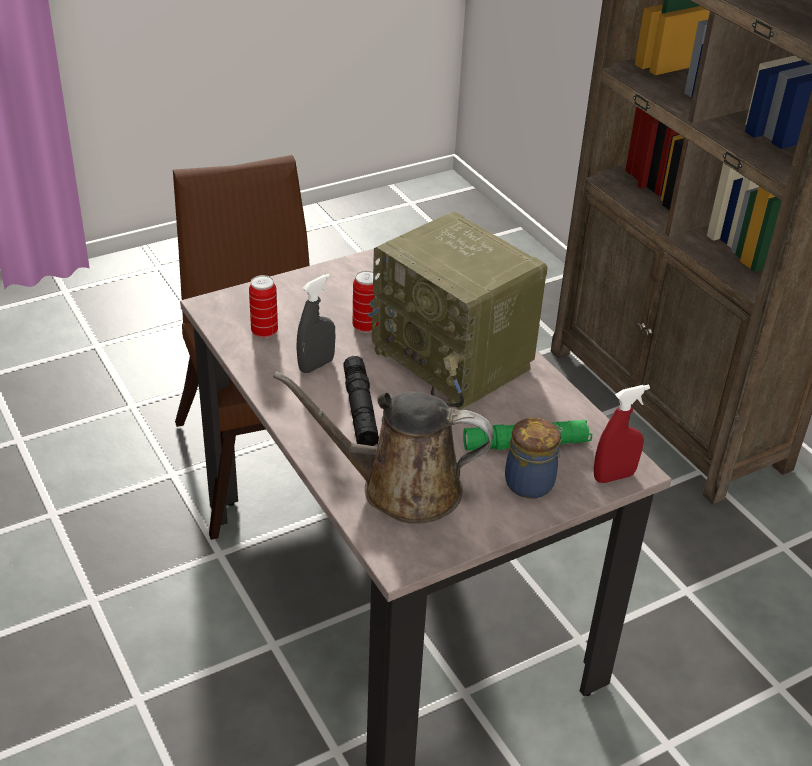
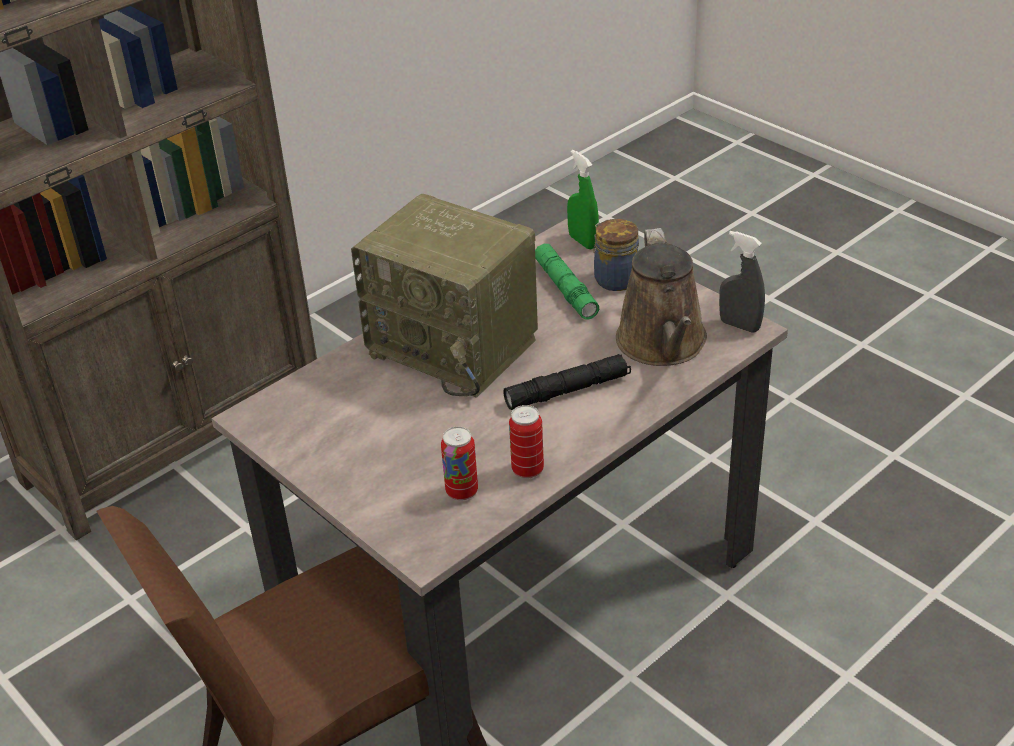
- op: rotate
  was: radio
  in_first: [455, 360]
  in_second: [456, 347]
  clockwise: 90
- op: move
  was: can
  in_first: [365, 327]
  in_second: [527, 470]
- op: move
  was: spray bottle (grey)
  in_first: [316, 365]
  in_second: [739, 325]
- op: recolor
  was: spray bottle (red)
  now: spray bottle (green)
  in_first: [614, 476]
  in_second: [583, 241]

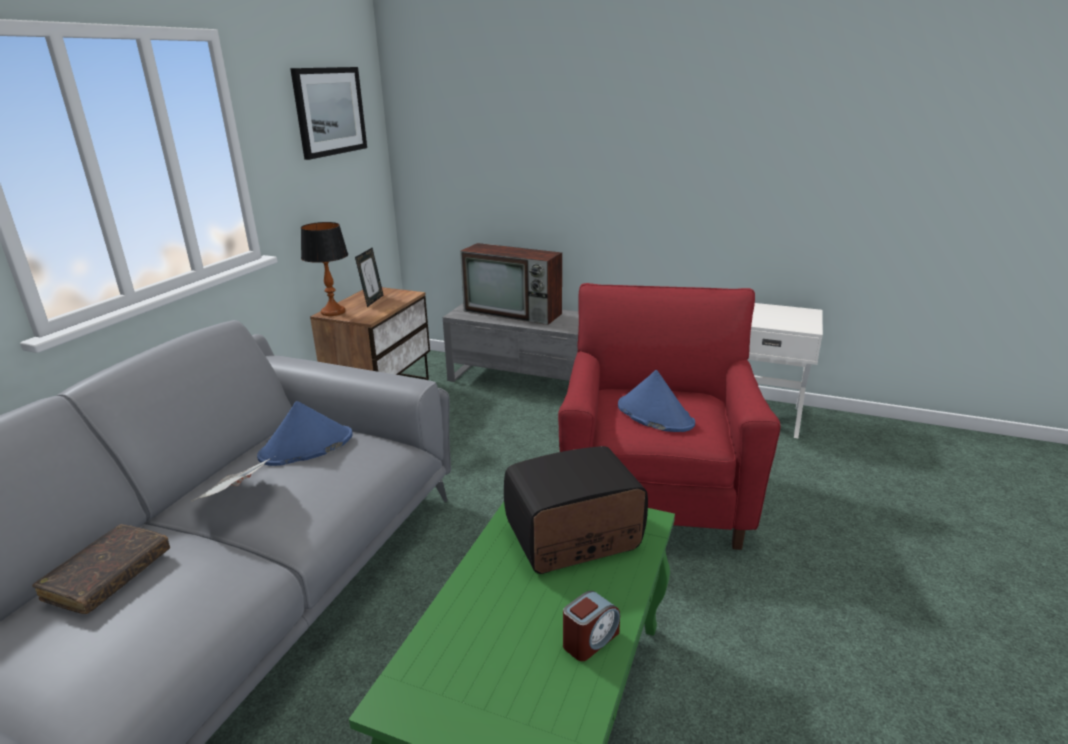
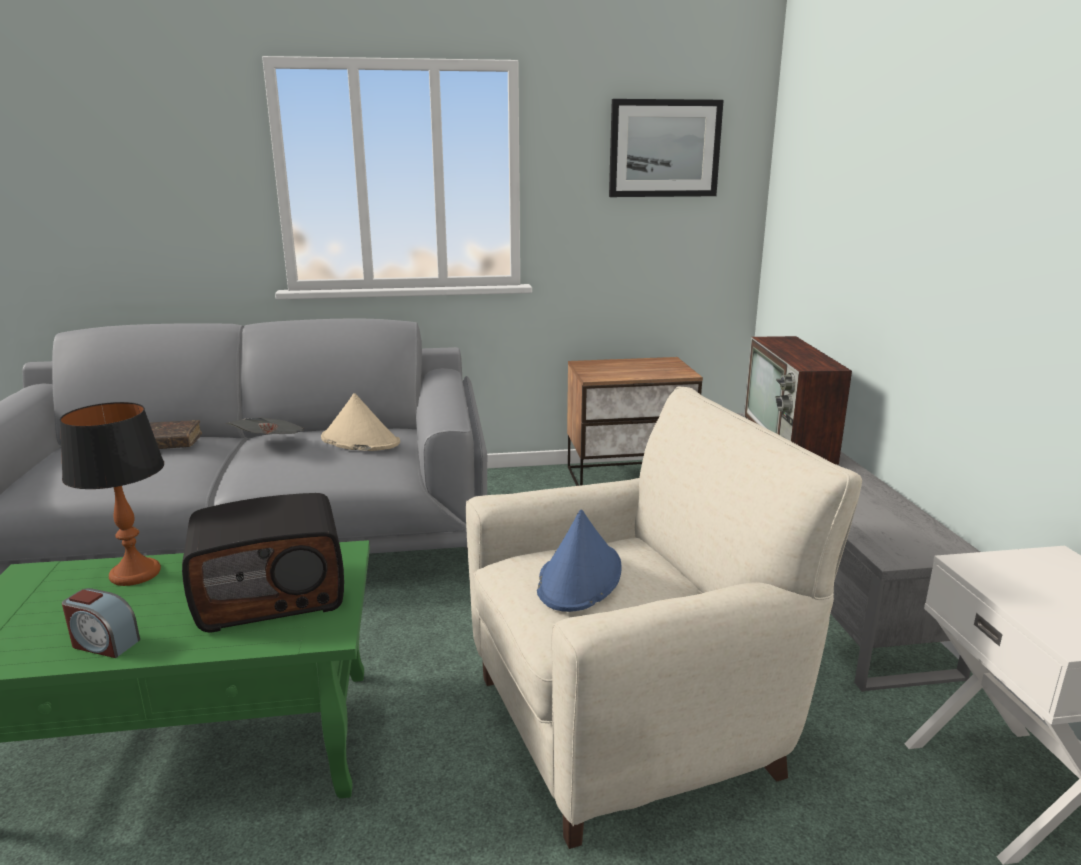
- op: move
  was: table lamp
  in_first: [333, 312]
  in_second: [136, 573]
- op: delete
  was: picture frame
  in_first: [372, 300]
- op: recolor
  was: armchair (red)
  now: armchair (beige)
  in_first: [655, 494]
  in_second: [630, 723]
- op: recolor
  was: hat (blue)
  now: hat (beige)
  in_first: [306, 447]
  in_second: [359, 441]
- op: rotate
  was: radio
  in_first: [573, 538]
  in_second: [272, 595]
  clockwise: 120

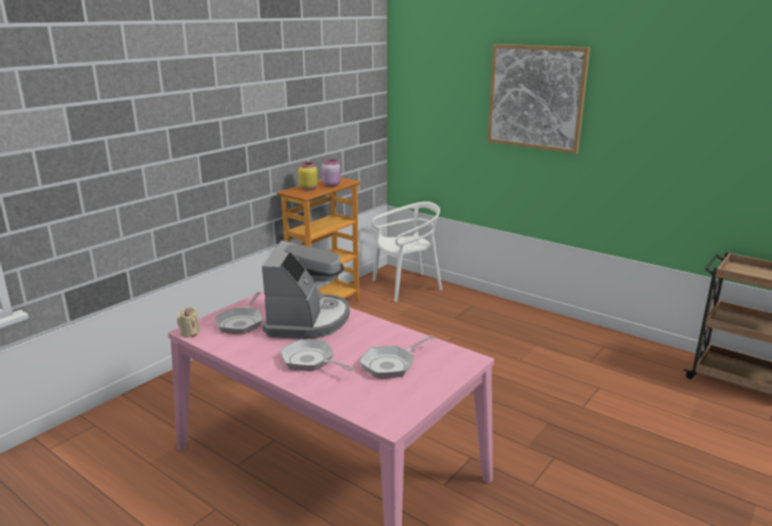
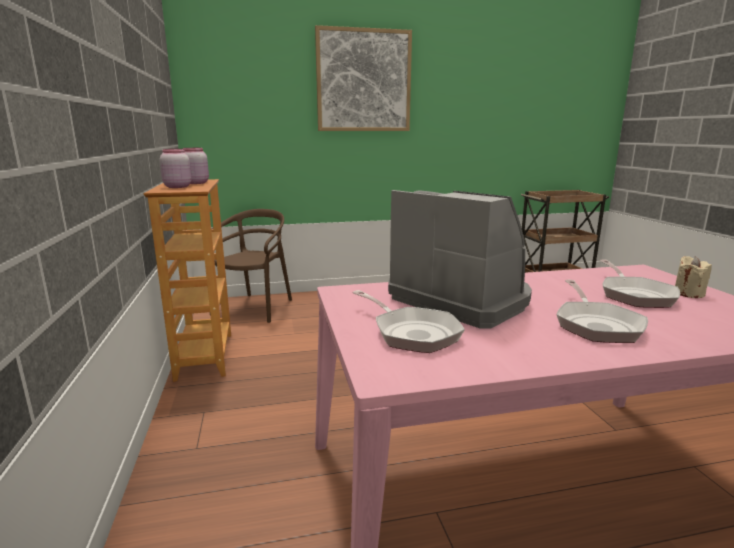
- op: recolor
  was: jar (yellow)
  now: jar (pink)
  in_first: [308, 188]
  in_second: [177, 187]
- op: recolor
  was: chair (white)
  now: chair (brown)
  in_first: [406, 286]
  in_second: [254, 308]
- op: move
  was: candle (beige)
  in_first: [190, 333]
  in_second: [689, 293]
- op: rotate
  was: frying pan
  in_first: [311, 361]
  in_second: [596, 325]
  clockwise: -75

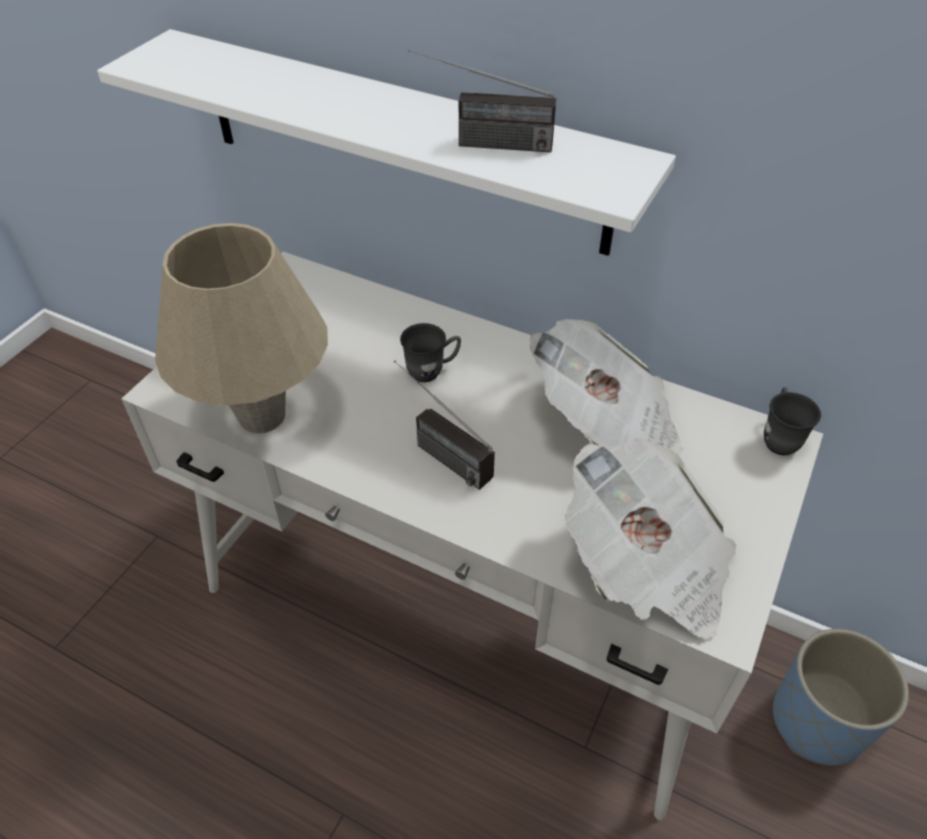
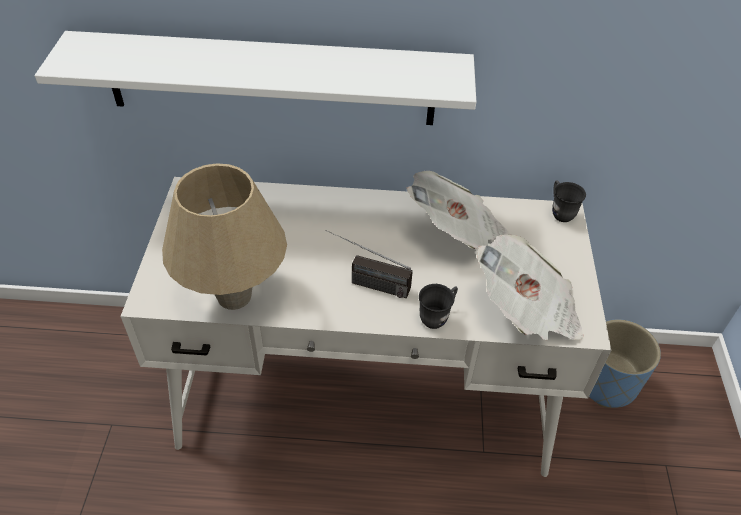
- op: delete
  was: radio
  in_first: [480, 143]
- op: move
  was: mug (grey)
  in_first: [432, 371]
  in_second: [437, 317]

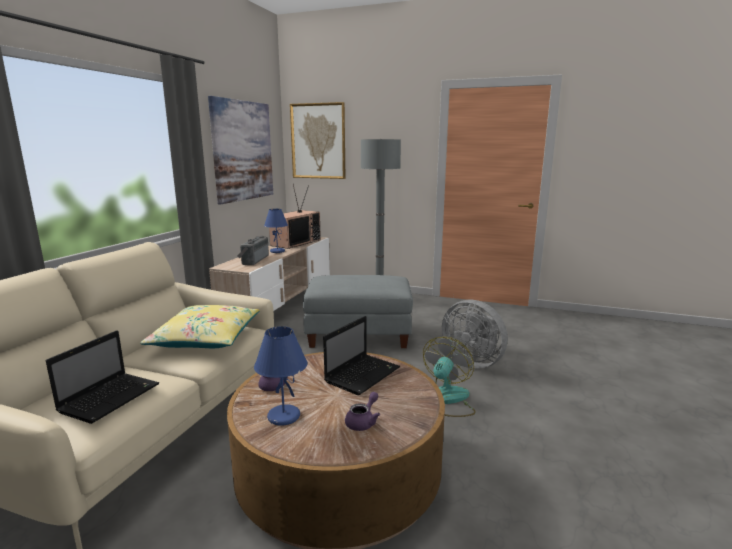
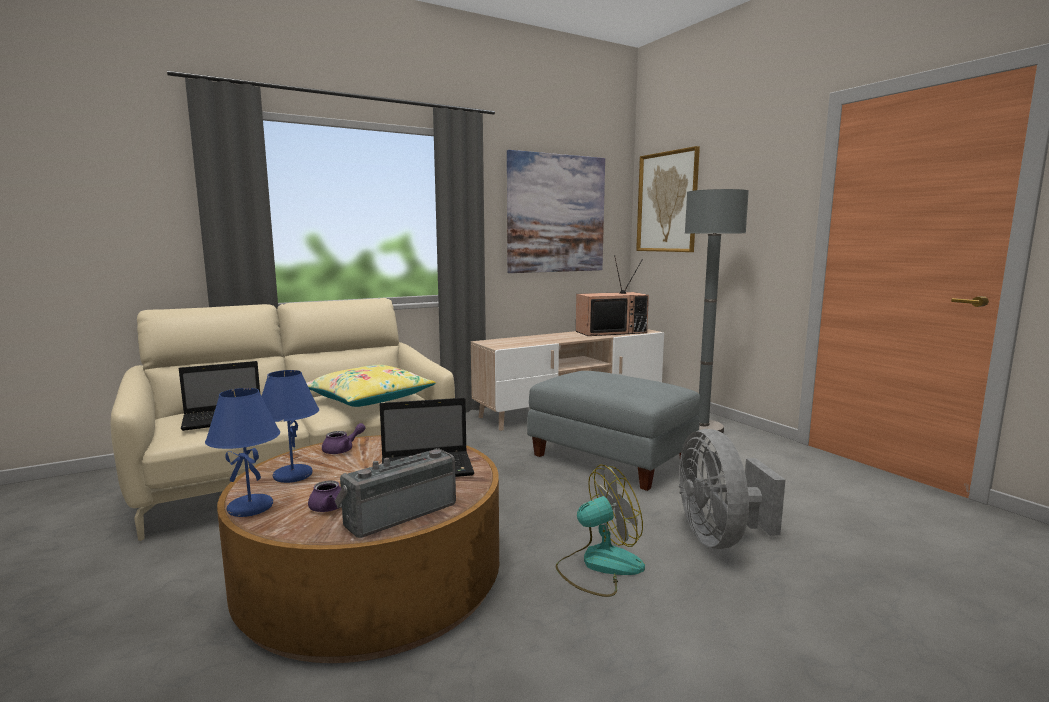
- op: move
  was: table lamp (blue)
  in_first: [277, 251]
  in_second: [251, 507]
- op: move
  was: radio
  in_first: [253, 260]
  in_second: [398, 513]

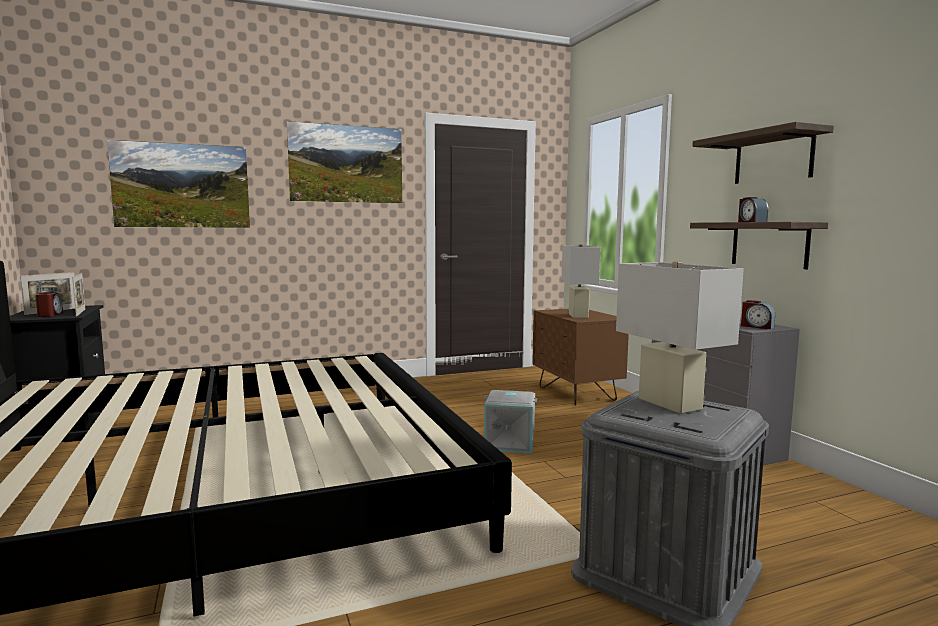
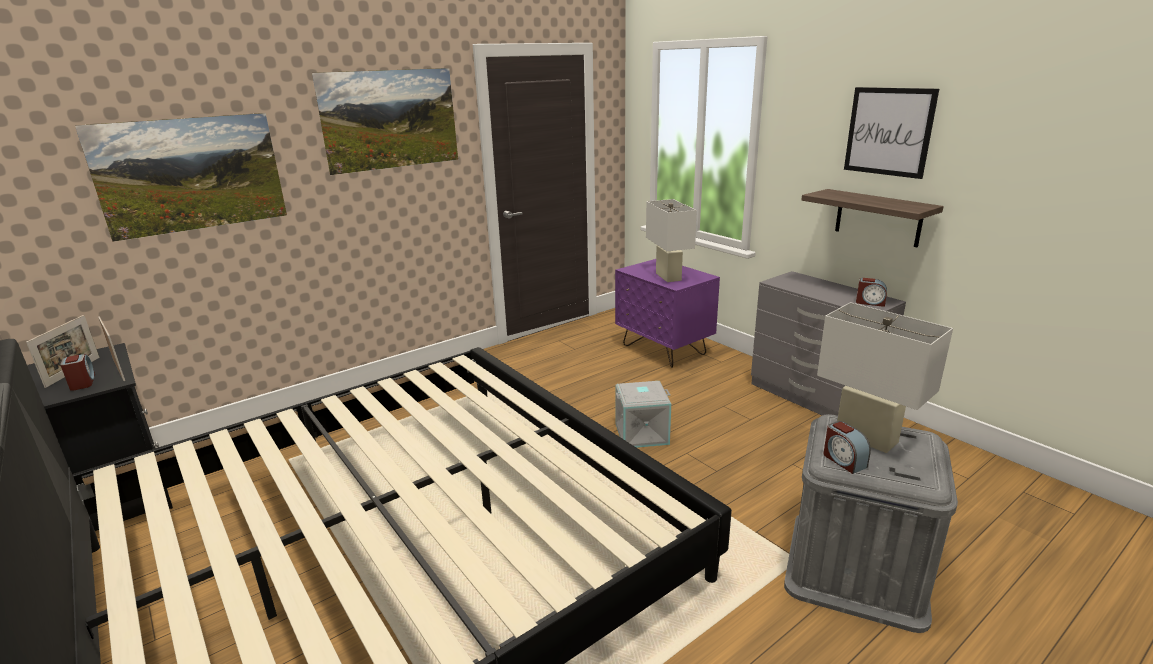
- op: replace
  was: shelf
  now: picture
  in_first: [773, 158]
  in_second: [888, 131]
- op: move
  was: alarm clock
  in_first: [751, 222]
  in_second: [843, 460]
- op: recolor
  was: nightstand (brown)
  now: nightstand (purple)
  in_first: [577, 394]
  in_second: [664, 350]

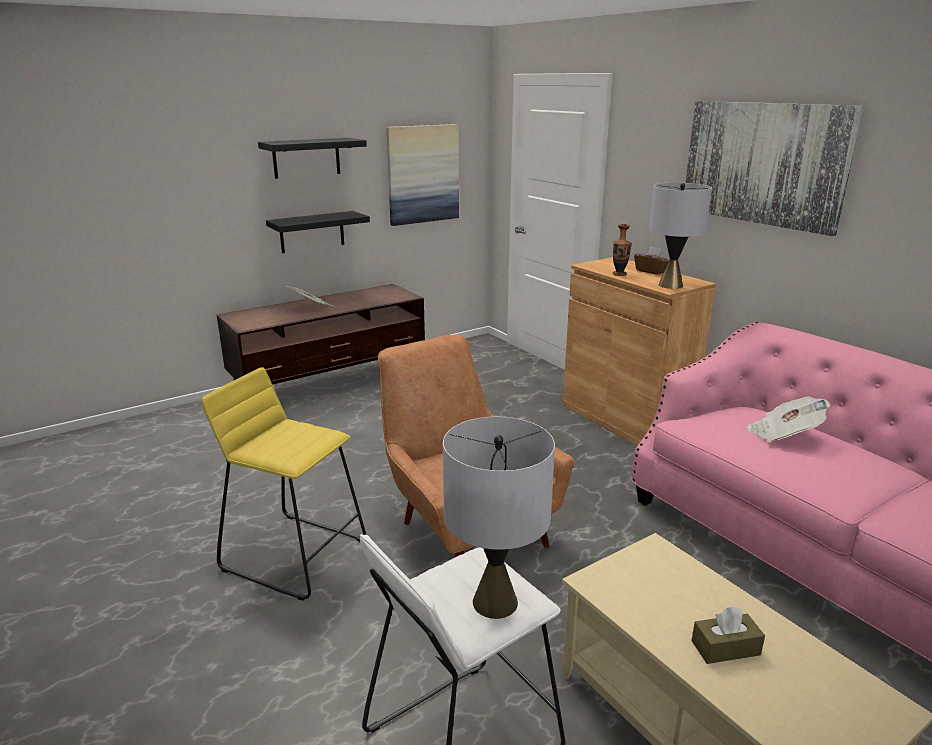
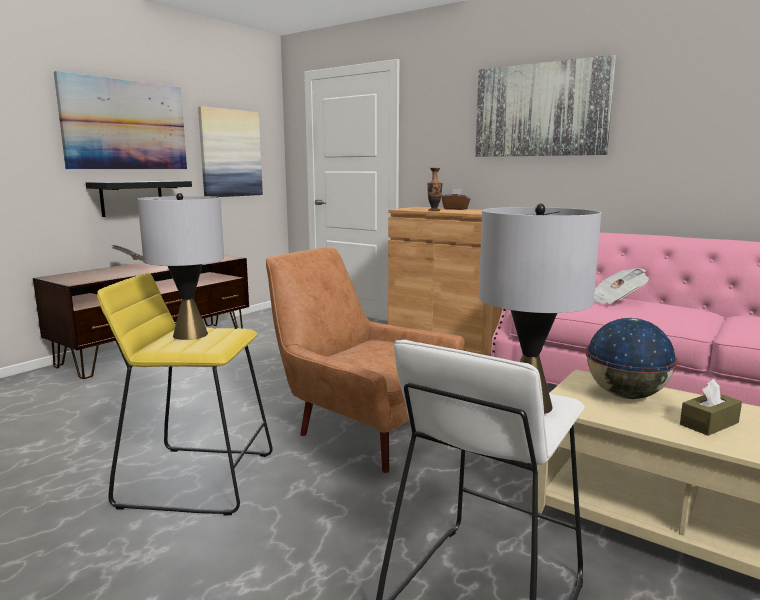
- op: replace
  was: shelf (black)
  now: picture
  in_first: [306, 158]
  in_second: [125, 125]
- op: move
  was: table lamp (grey)
  in_first: [670, 285]
  in_second: [190, 335]
- op: insert
  now: globe
  in_second: [626, 396]

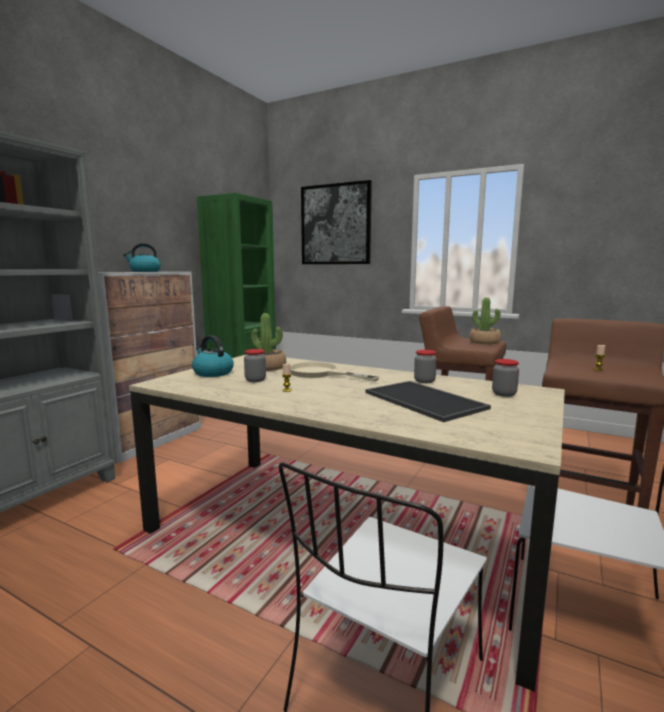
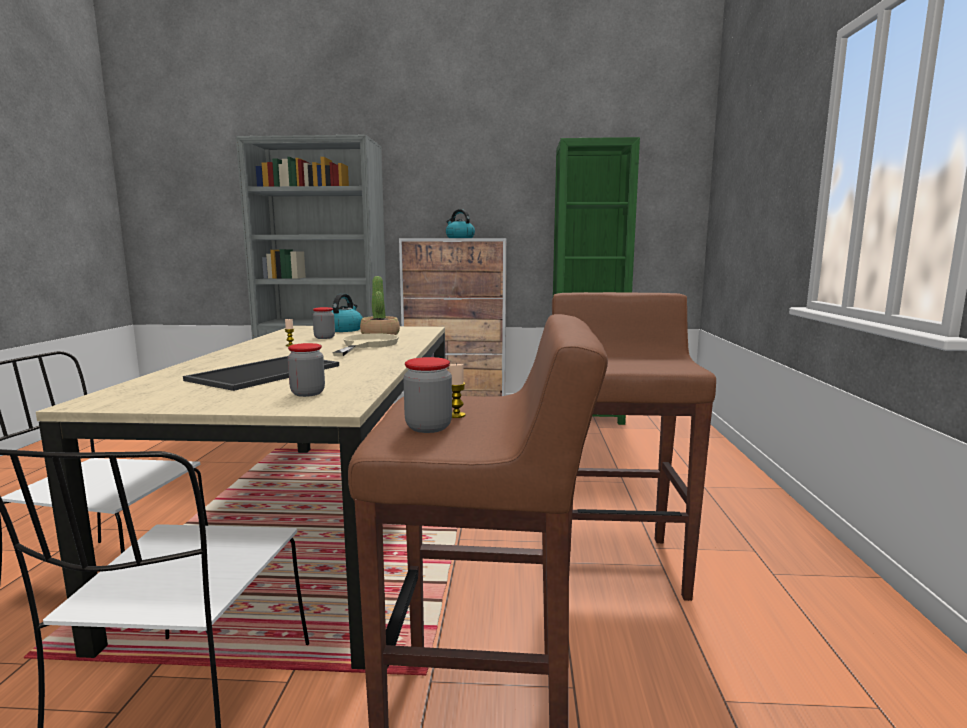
- op: delete
  was: picture
  in_first: [335, 224]
- op: delete
  was: potted plant
  in_first: [484, 342]
- op: move
  was: jar
  in_first: [424, 381]
  in_second: [428, 427]

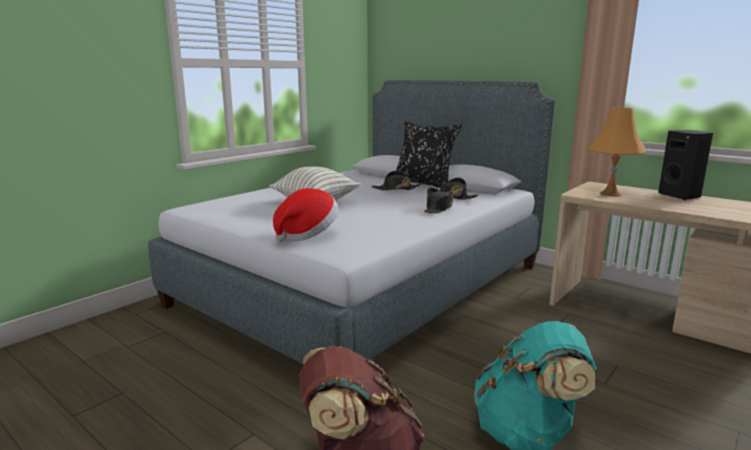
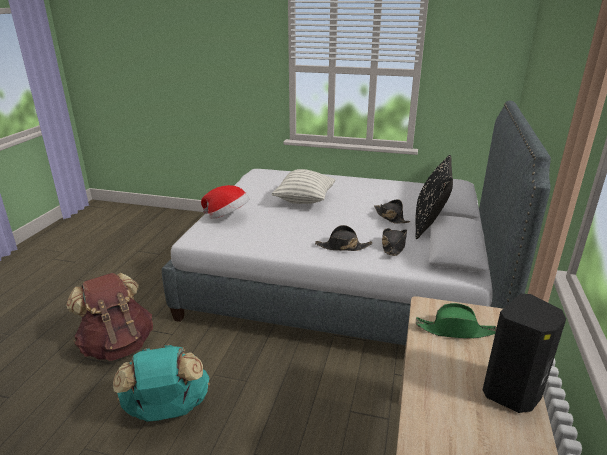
- op: replace
  was: table lamp (orange)
  now: hat (green)
  in_first: [610, 194]
  in_second: [455, 330]

